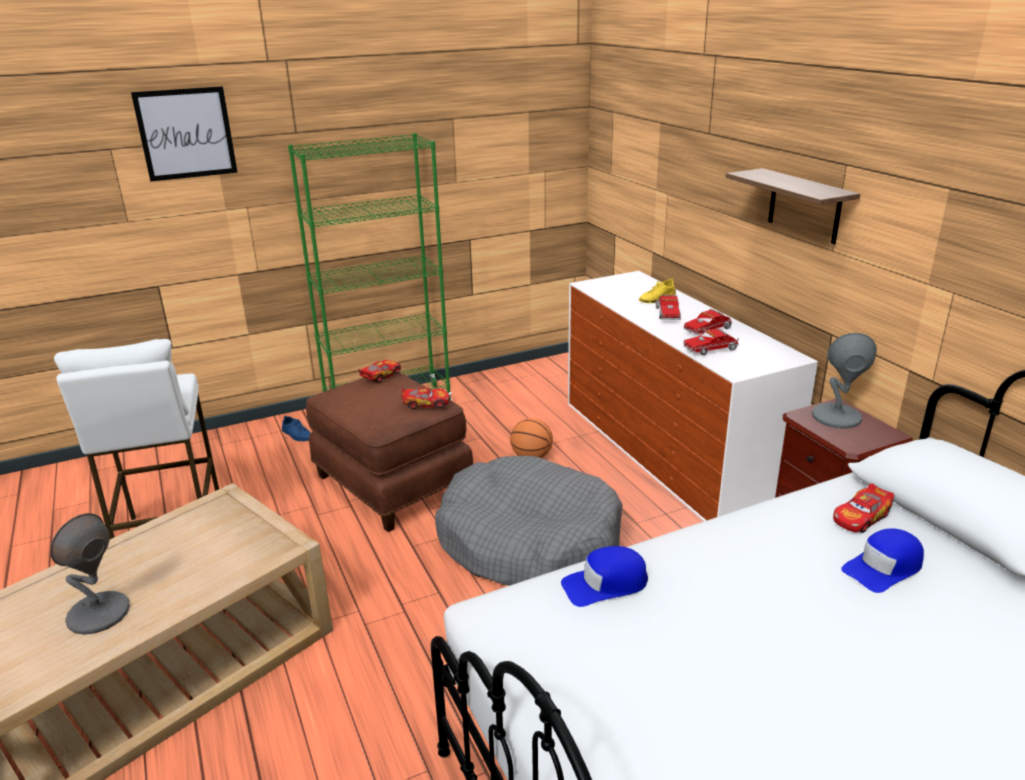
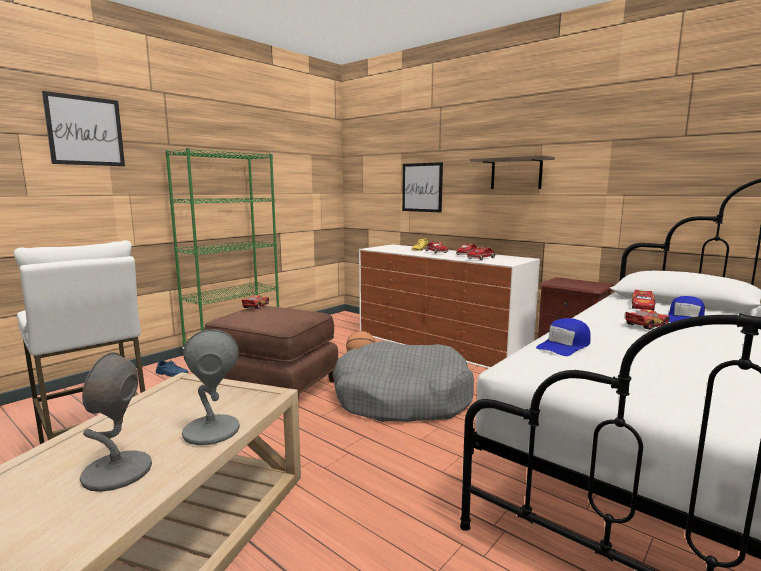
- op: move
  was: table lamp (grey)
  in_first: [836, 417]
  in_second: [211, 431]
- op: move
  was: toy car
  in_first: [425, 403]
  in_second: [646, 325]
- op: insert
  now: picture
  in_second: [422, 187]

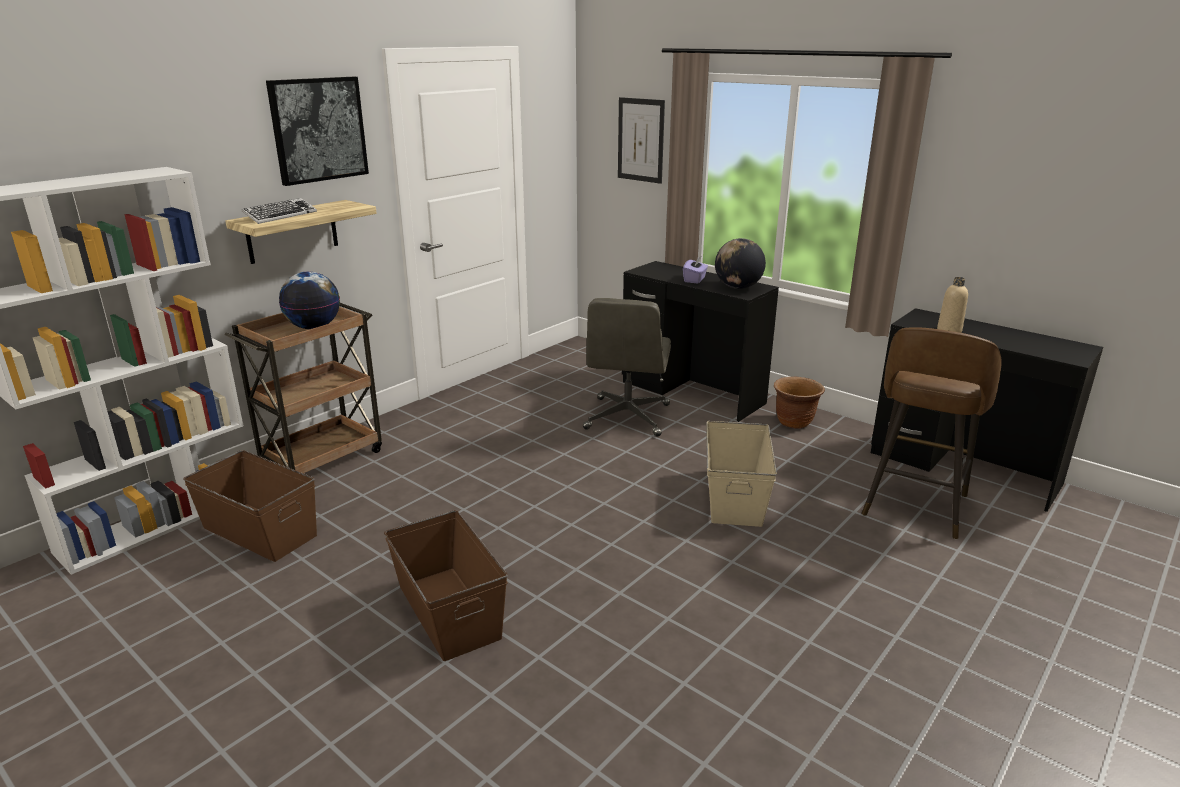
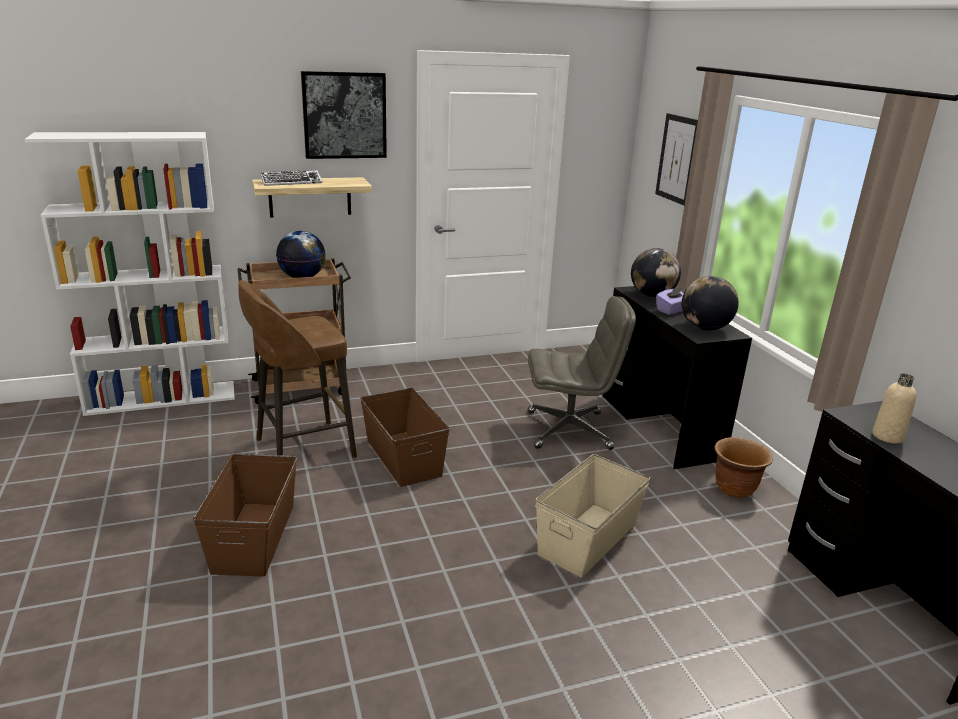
- op: rotate
  was: office chair (grey)
  in_first: [627, 417]
  in_second: [570, 430]
  clockwise: -135
- op: move
  was: stool (brown)
  in_first: [913, 507]
  in_second: [302, 449]
- op: move
  was: storage box (brown)
  in_first: [260, 530]
  in_second: [404, 457]
- op: insert
  now: globe
  in_second: [652, 295]

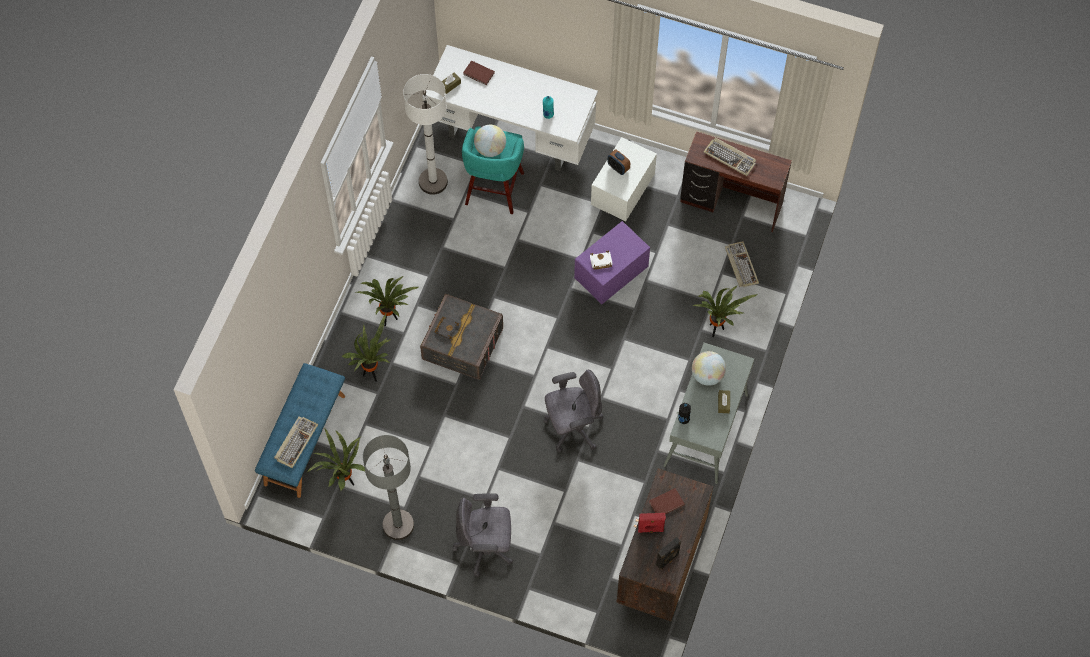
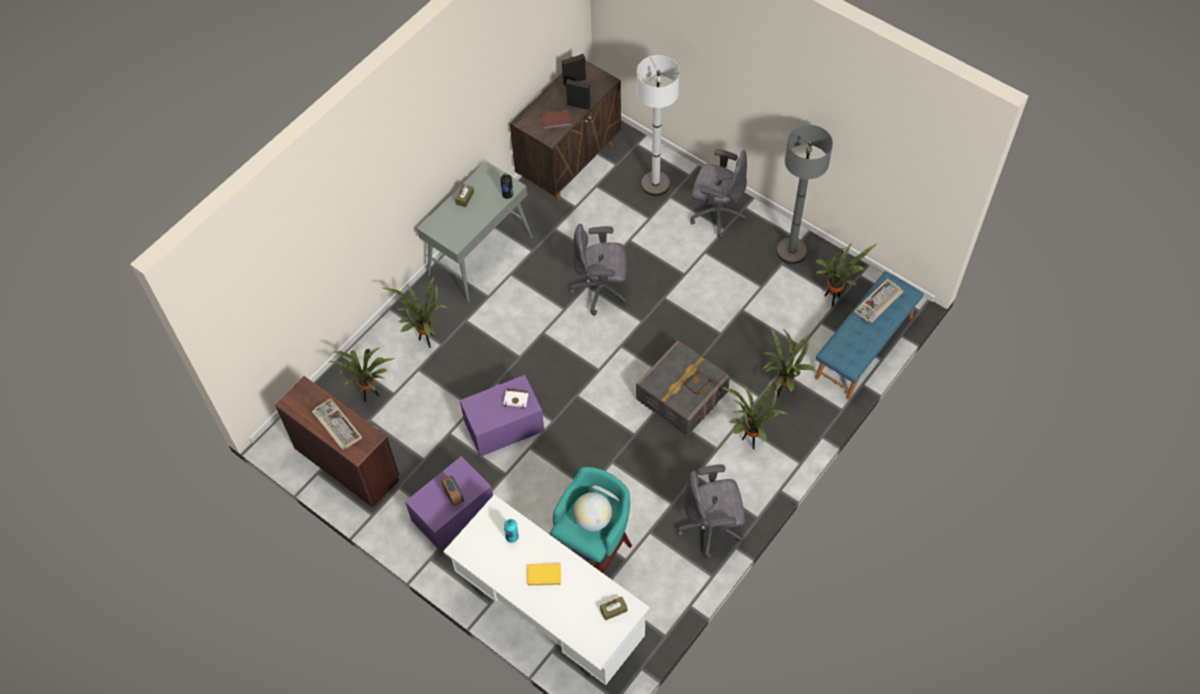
- op: delete
  was: book (brown)
  in_first: [478, 74]
- op: move
  was: floor lamp (white)
  in_first: [433, 182]
  in_second: [655, 184]
- op: recolor
  was: storage box (white)
  now: storage box (purple)
  in_first: [623, 189]
  in_second: [453, 513]
- op: replace
  was: keyboard
  now: potted plant
  in_first: [740, 265]
  in_second: [371, 396]
- op: delete
  was: globe
  in_first: [707, 375]
- op: recolor
  was: speaker (red)
  now: speaker (black)
  in_first: [650, 529]
  in_second: [579, 104]
- op: insert
  now: office chair (grey)
  in_second: [711, 528]
- op: insert
  now: book (yellow)
  in_second: [544, 575]

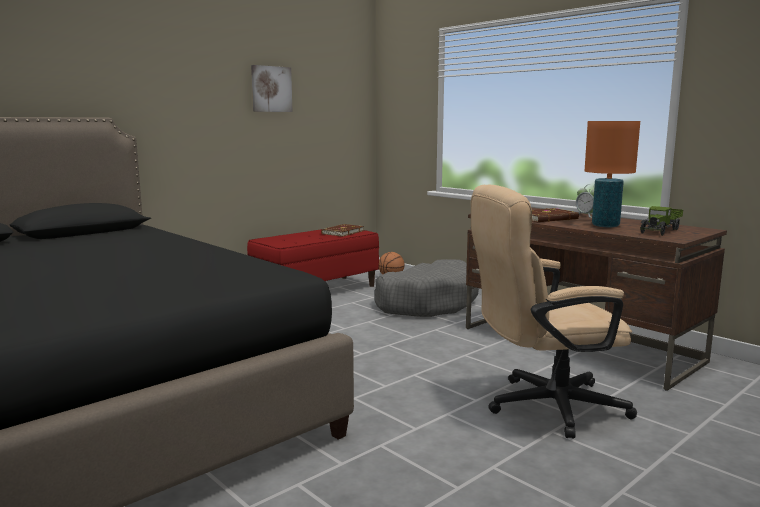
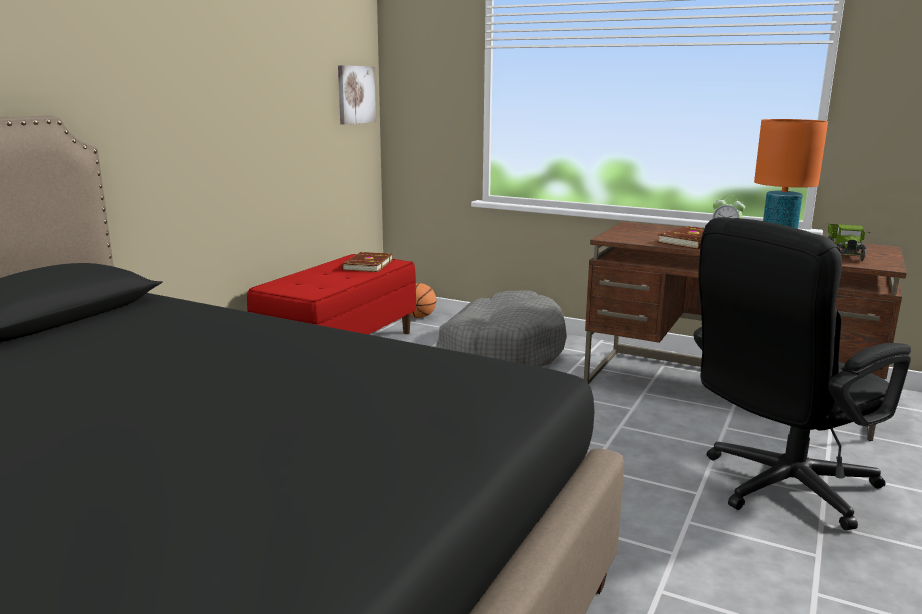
- op: move
  was: picture
  in_first: [271, 89]
  in_second: [355, 94]
- op: recolor
  was: office chair (beige)
  now: office chair (black)
  in_first: [543, 407]
  in_second: [778, 488]

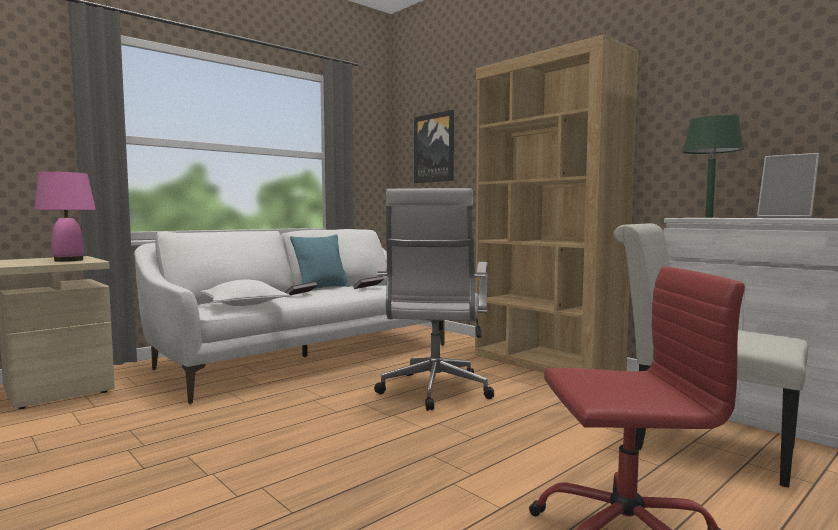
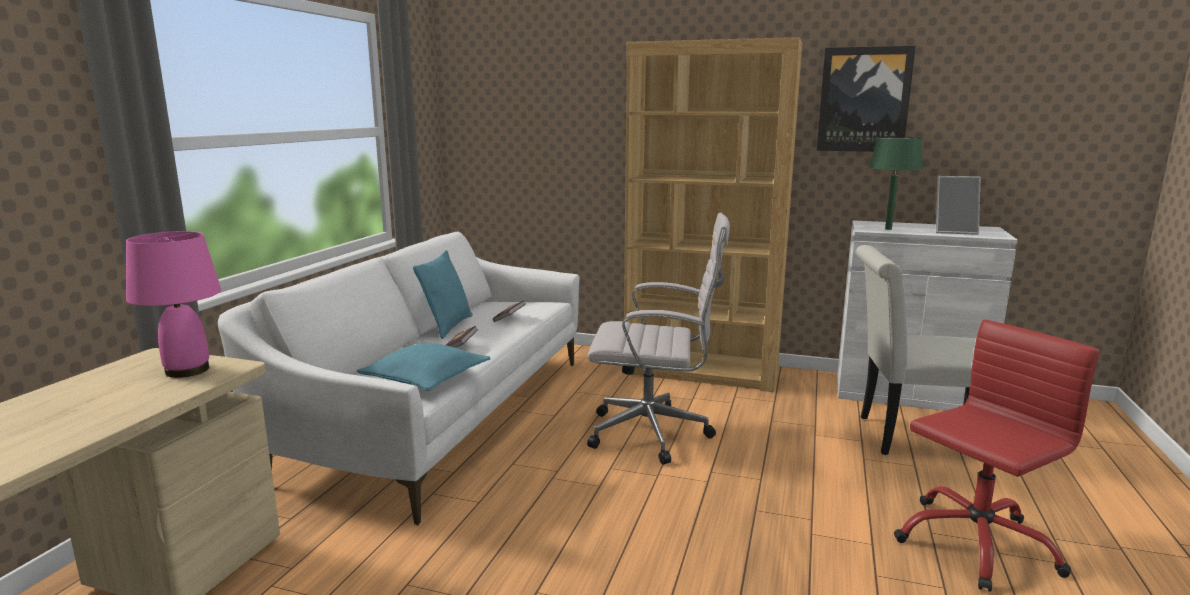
- op: move
  was: picture
  in_first: [434, 148]
  in_second: [864, 100]
- op: rotate
  was: office chair (white)
  in_first: [434, 392]
  in_second: [654, 434]
  clockwise: -60
- op: recolor
  was: pillow (white)
  now: pillow (turquoise)
  in_first: [244, 304]
  in_second: [426, 378]

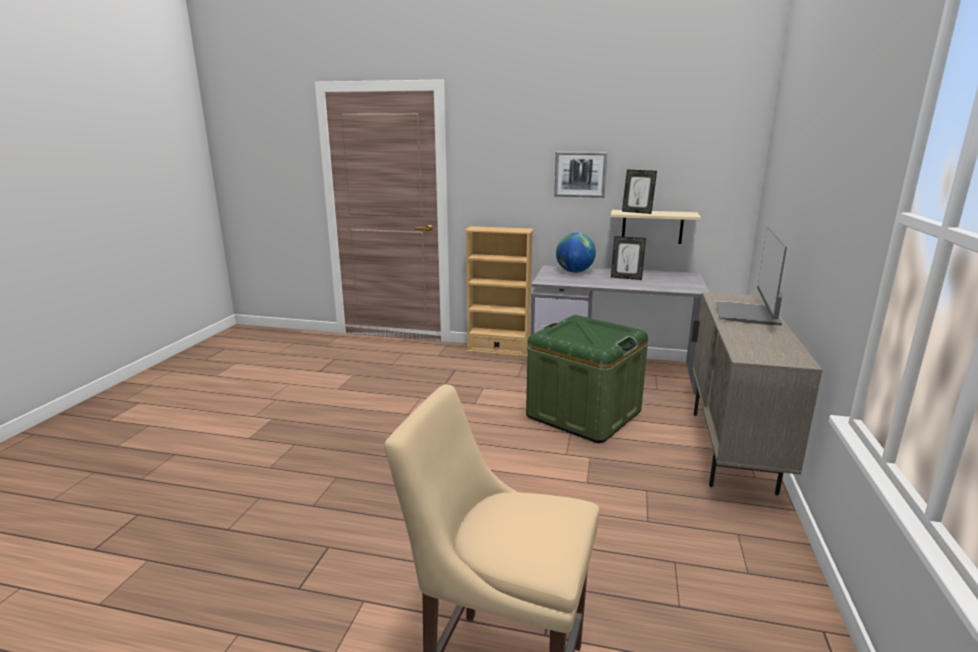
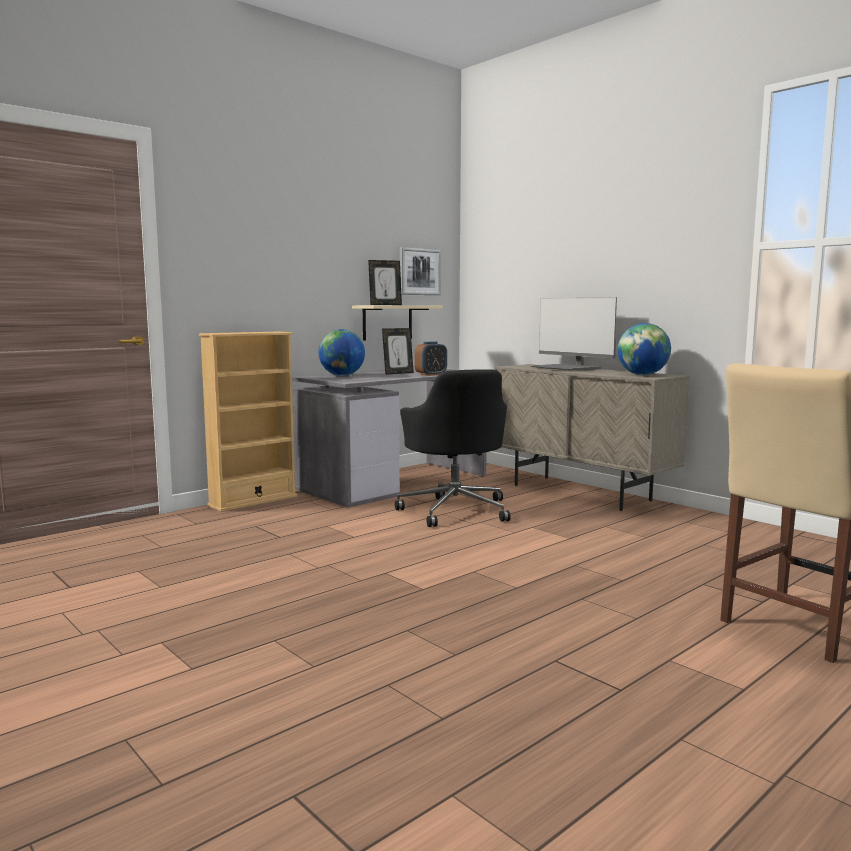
- op: move
  was: picture
  in_first: [580, 174]
  in_second: [419, 272]
- op: replace
  was: storage box (green)
  now: office chair (black)
  in_first: [583, 414]
  in_second: [455, 510]
- op: insert
  now: globe
  in_second: [642, 375]
- op: insert
  now: alarm clock
  in_second: [431, 374]

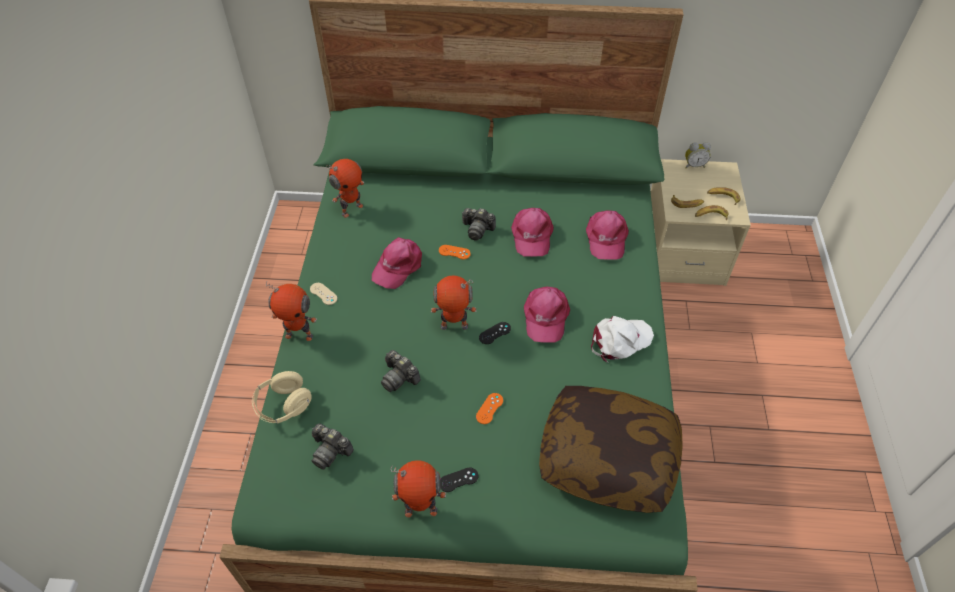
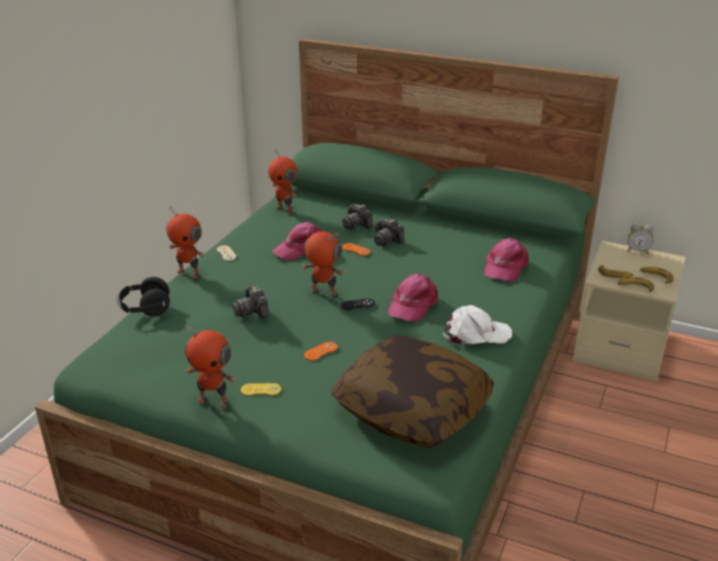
- op: rotate
  was: toy robot
  in_first: [351, 209]
  in_second: [285, 210]
  clockwise: 75
- op: delete
  was: cap (pink)
  in_first: [531, 235]
- op: recolor
  was: headphones (beige)
  now: headphones (black)
  in_first: [284, 406]
  in_second: [145, 309]
- op: move
  was: photo camera
  in_first: [330, 451]
  in_second: [356, 225]
- op: recolor
  was: game controller (black)
  now: game controller (yellow)
  in_first: [458, 480]
  in_second: [260, 389]

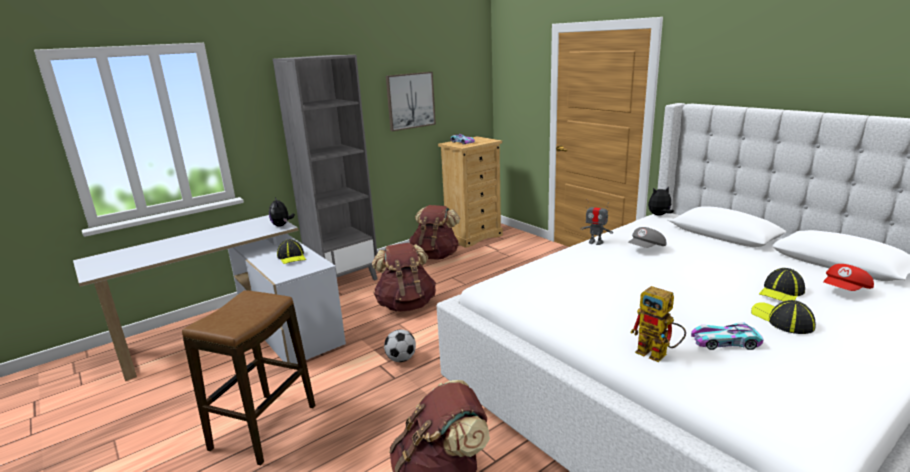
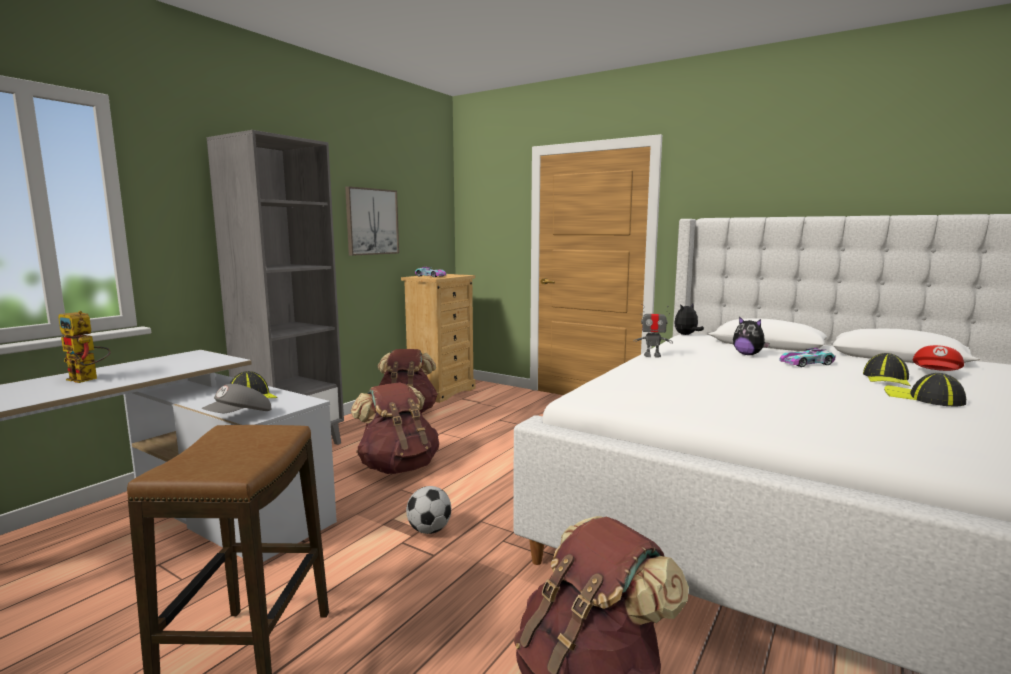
- op: move
  was: plush toy
  in_first: [282, 225]
  in_second: [748, 354]
- op: move
  was: cap (grey)
  in_first: [646, 249]
  in_second: [240, 417]
- op: move
  was: toy robot
  in_first: [658, 354]
  in_second: [88, 379]
- op: move
  was: toy car
  in_first: [725, 342]
  in_second: [806, 363]

